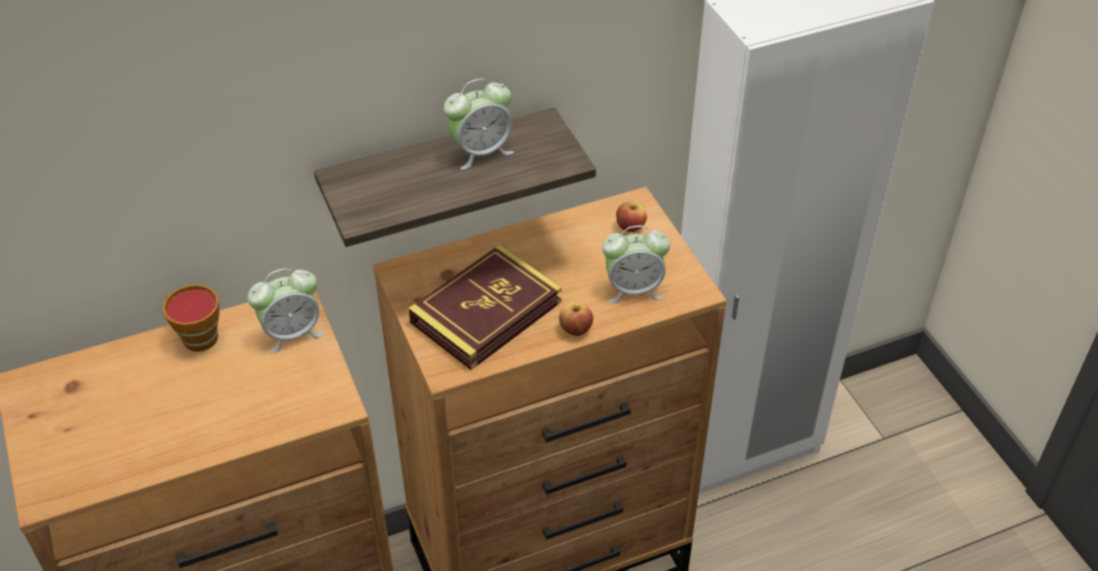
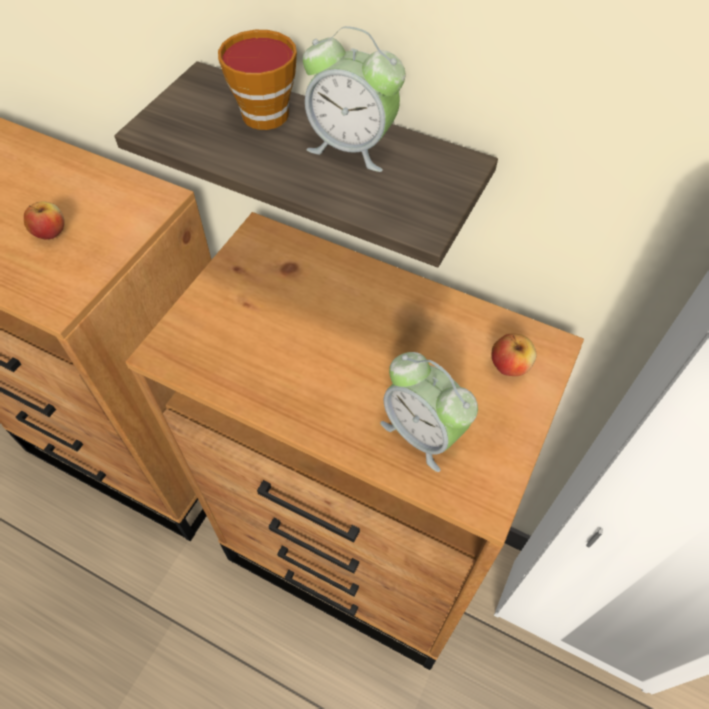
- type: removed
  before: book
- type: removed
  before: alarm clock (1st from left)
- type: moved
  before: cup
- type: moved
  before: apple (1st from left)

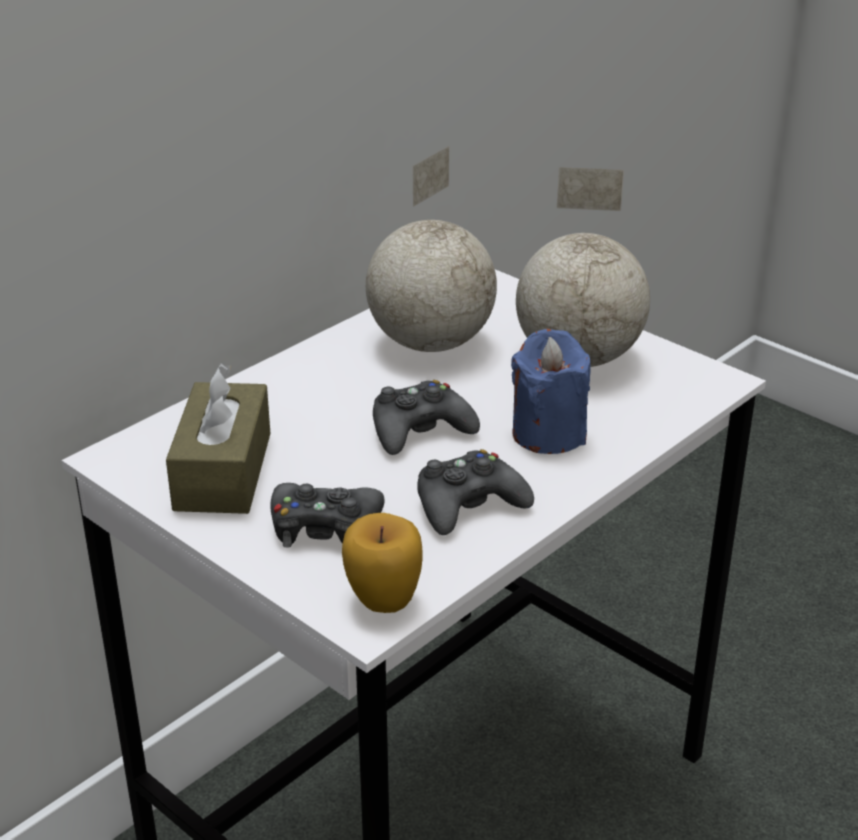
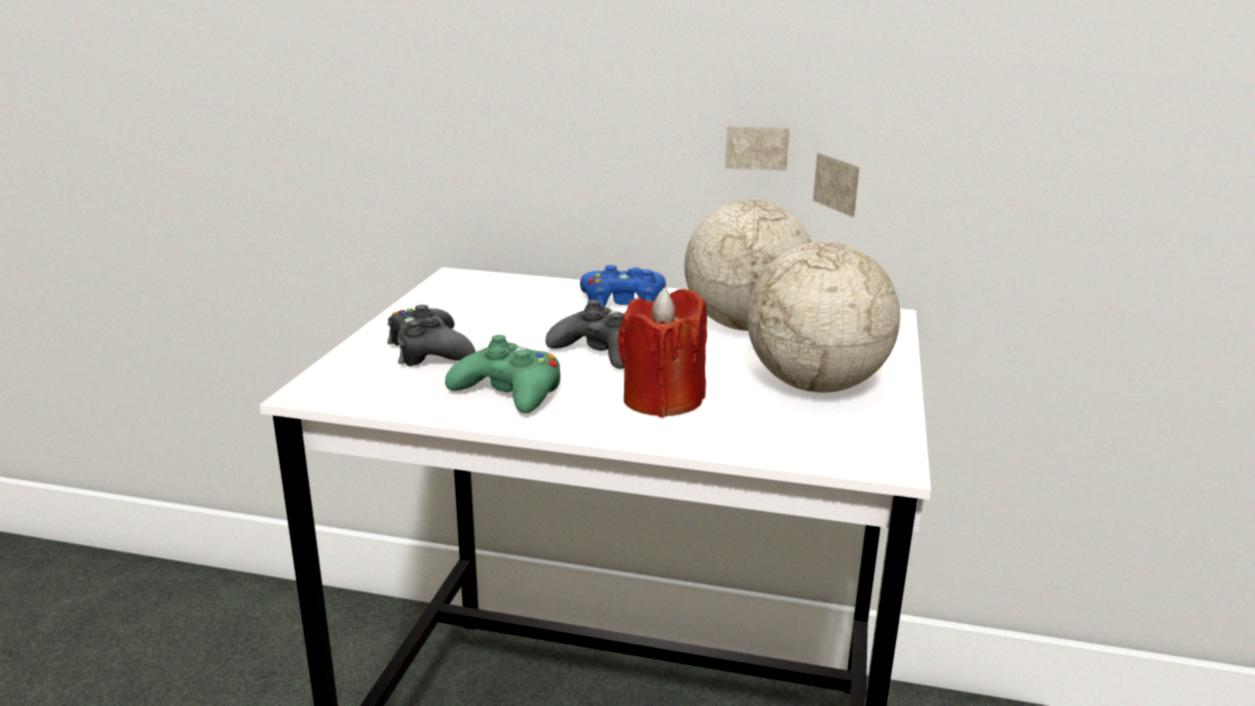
- type: recoloured
  before: blue candle
  after: red candle
- type: removed
  before: brown tissue box
- type: recoloured
  before: black game controller (3rd from left)
  after: green game controller
- type: removed
  before: apple
- type: added
  after: blue game controller

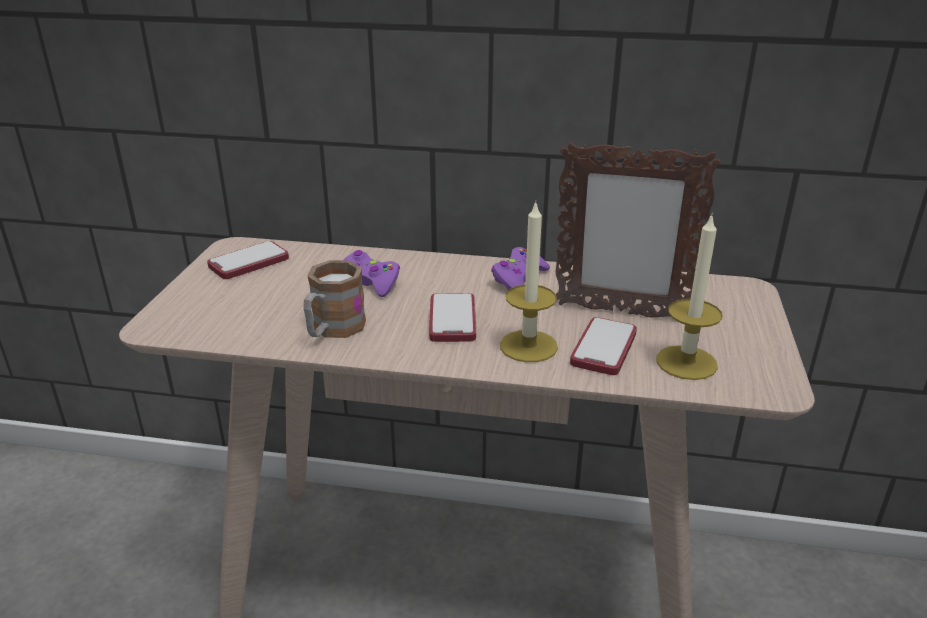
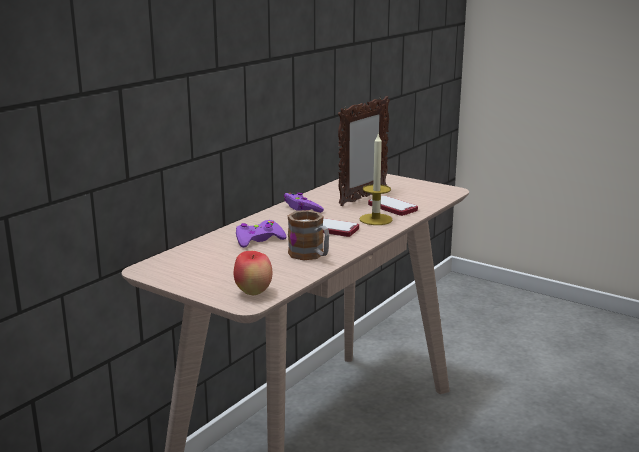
- type: removed
  before: candle (2nd from left)
- type: removed
  before: phone (1st from left)
- type: added
  after: apple

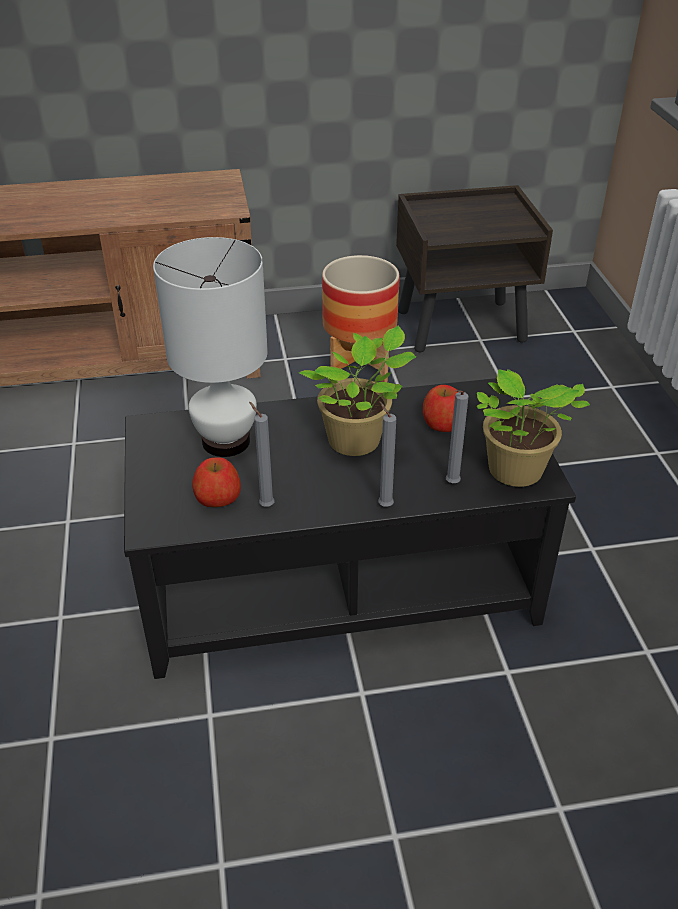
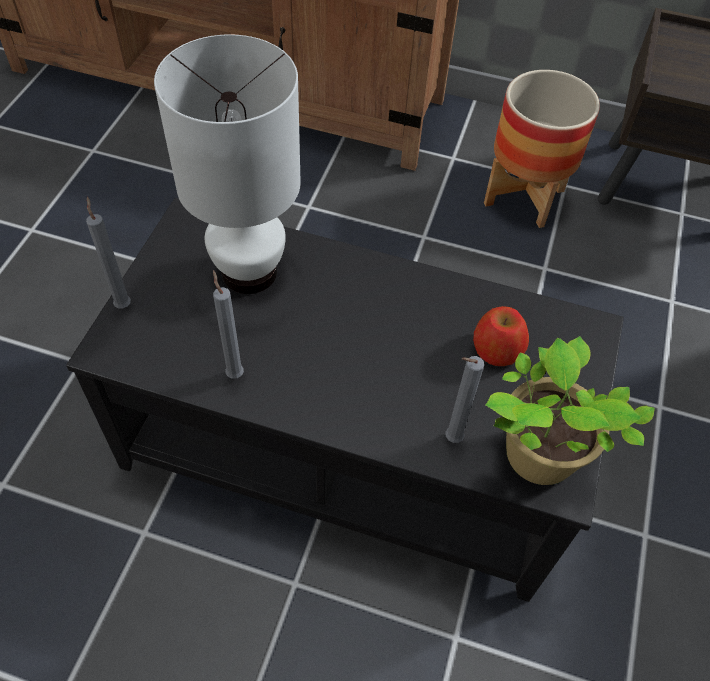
- type: removed
  before: potted plant (1st from left)
- type: moved
  before: grey candle (2nd from left in the first image)
  after: grey candle (1st from left)
- type: removed
  before: apple (1st from left)

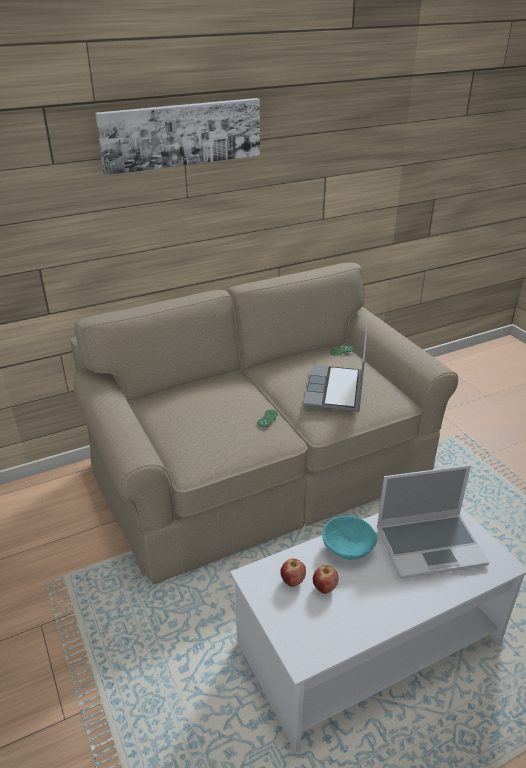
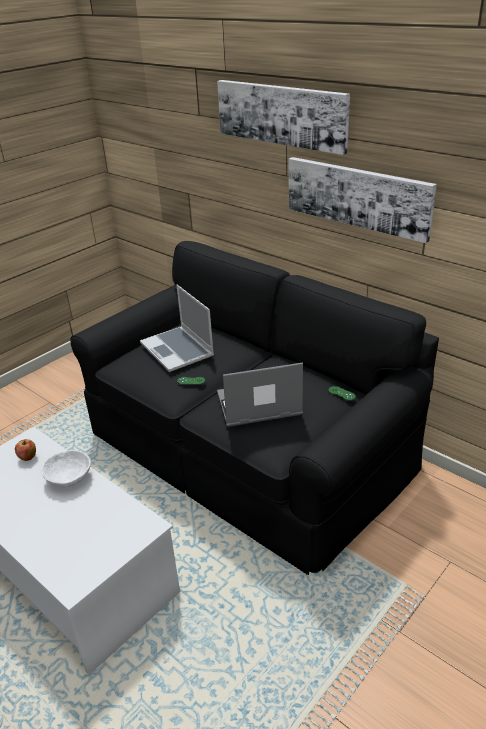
- type: recoloured
  before: beige sofa
  after: black sofa
- type: moved
  before: laptop (2nd from left in the first image)
  after: laptop (1st from left)
- type: recoloured
  before: turquoise bowl
  after: white bowl
- type: removed
  before: apple (2nd from left)
- type: added
  after: picture (2nd from left)

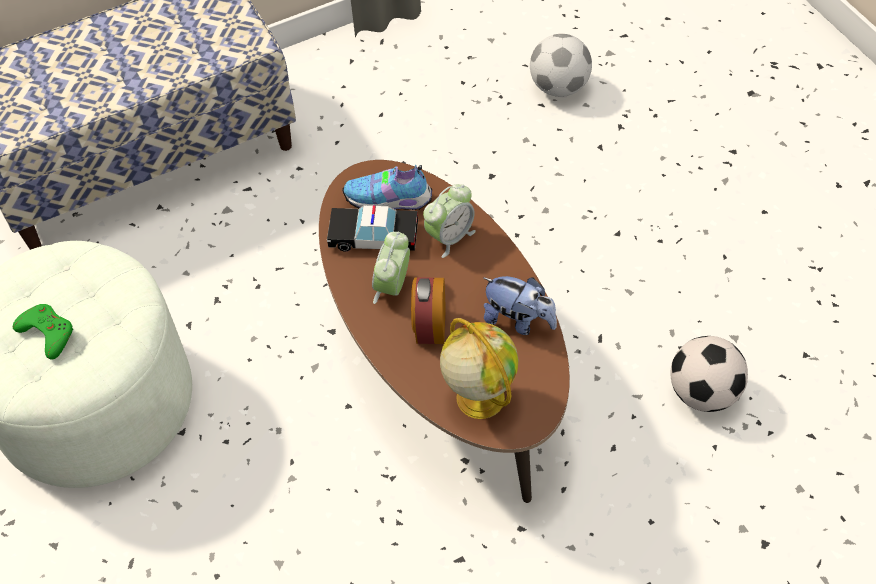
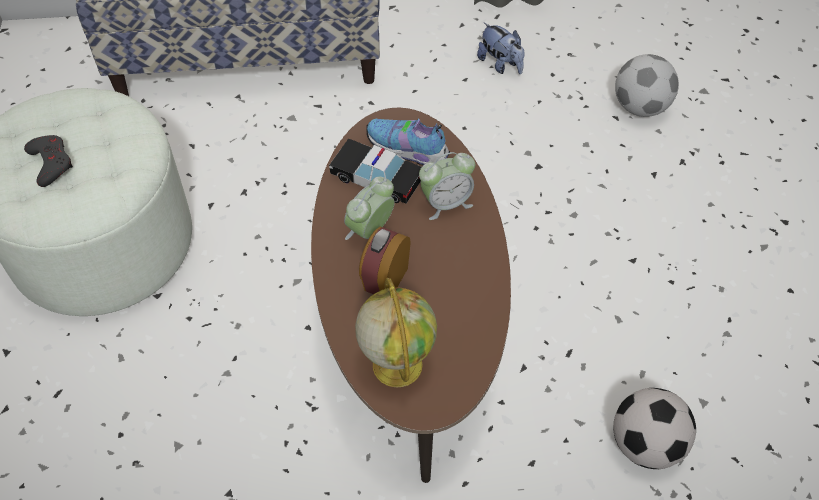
- type: moved
  before: plush toy
- type: recoloured
  before: green game controller
  after: grey game controller

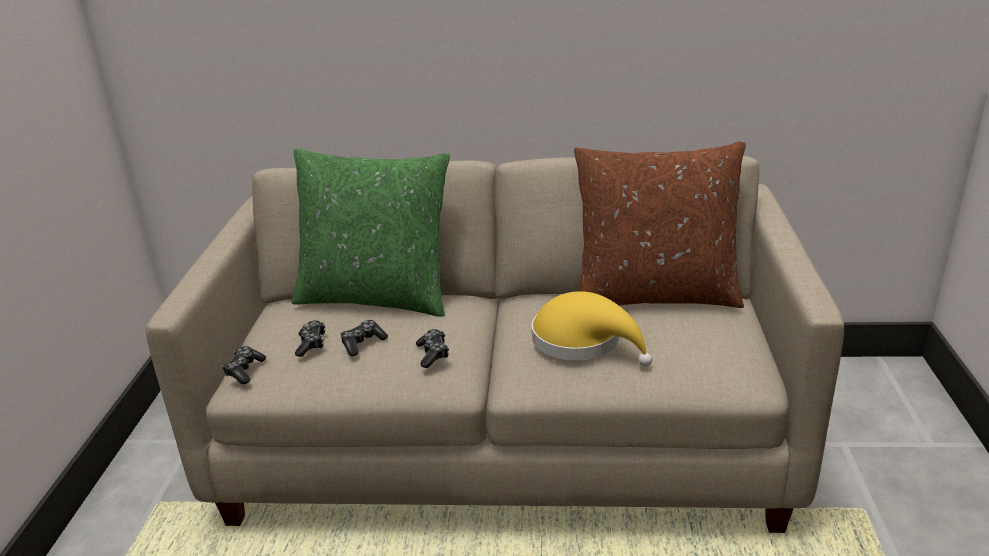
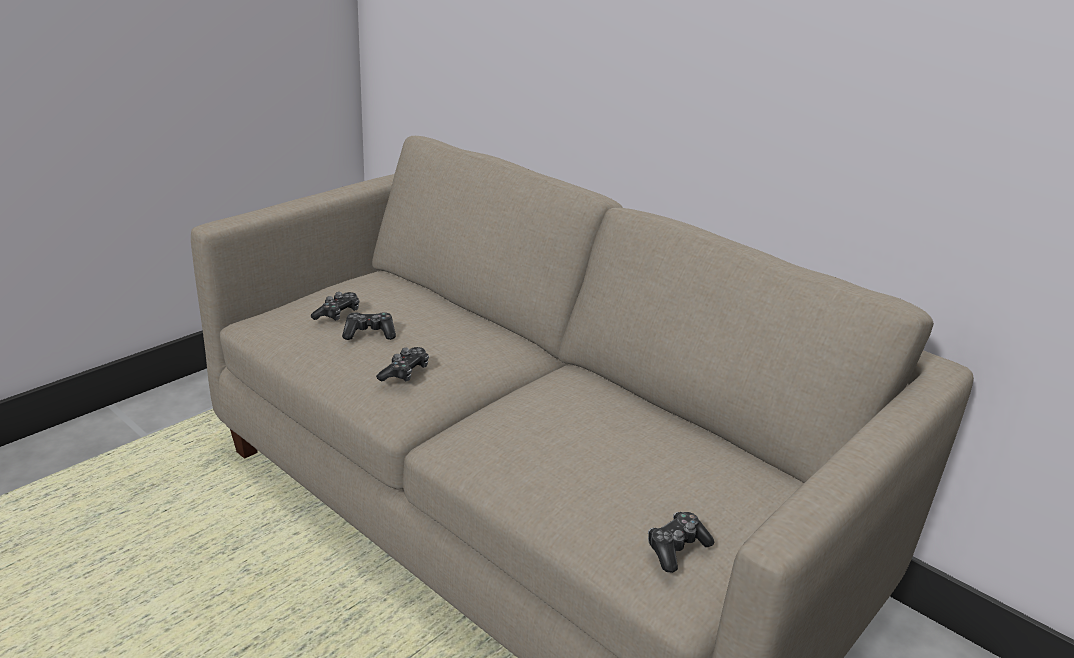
- type: removed
  before: brown pillow
- type: removed
  before: green pillow
- type: removed
  before: yellow hat
- type: moved
  before: game controller (1st from left in the first image)
  after: game controller (4th from left)

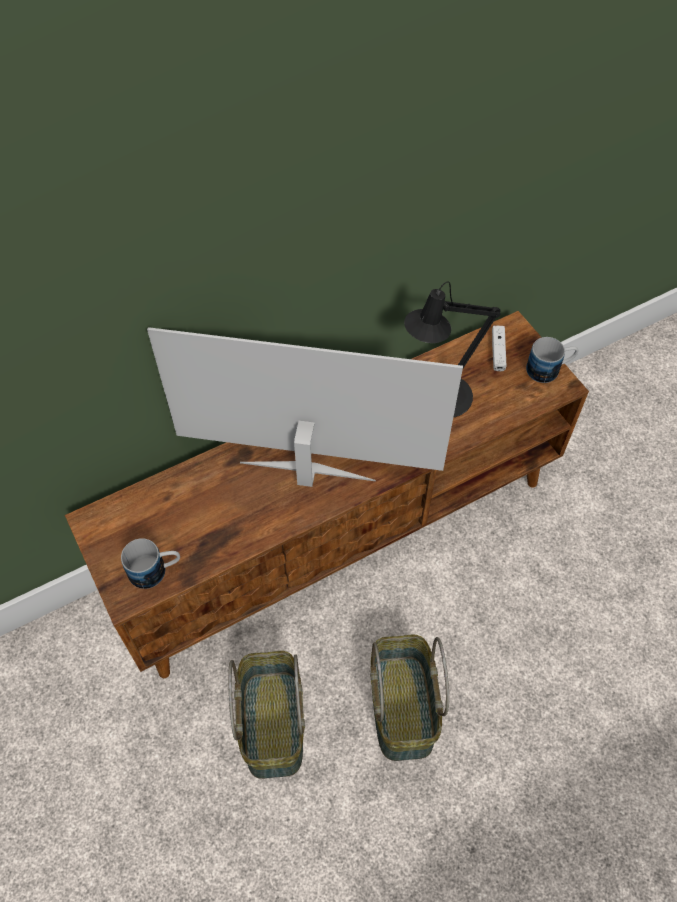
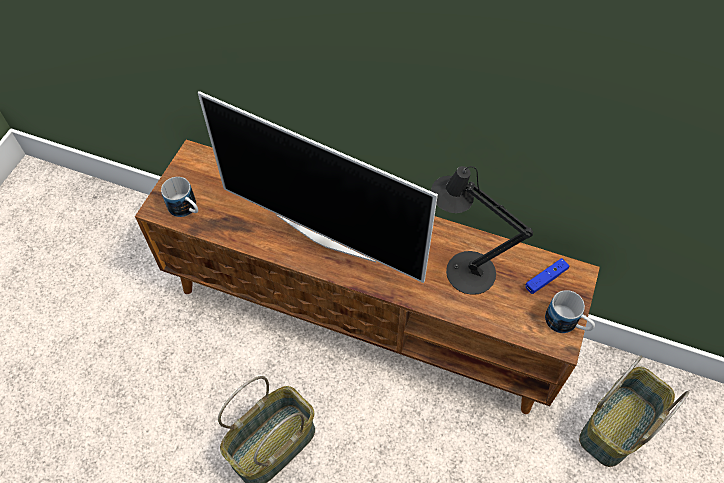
- type: recoloured
  before: white game controller
  after: blue game controller
- type: turned
  before: television
  turn: 150
- type: moved
  before: basket (1st from left in the first image)
  after: basket (2nd from left)

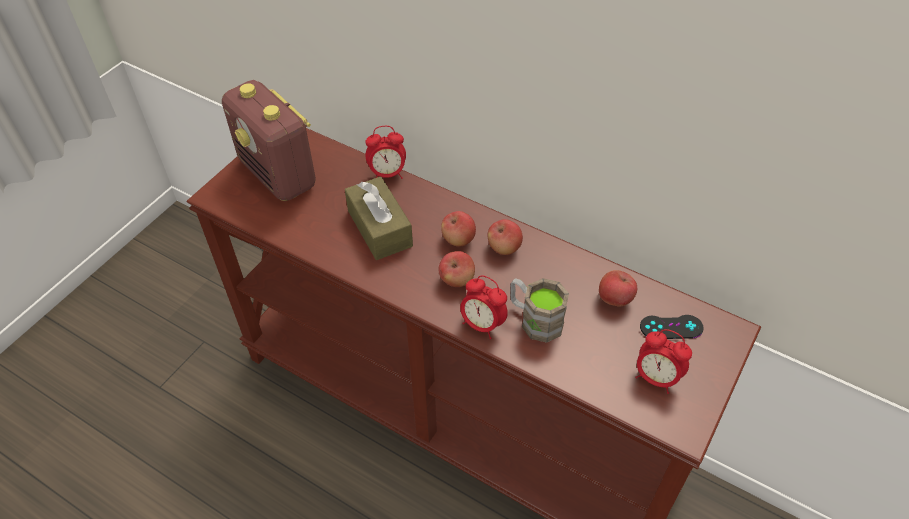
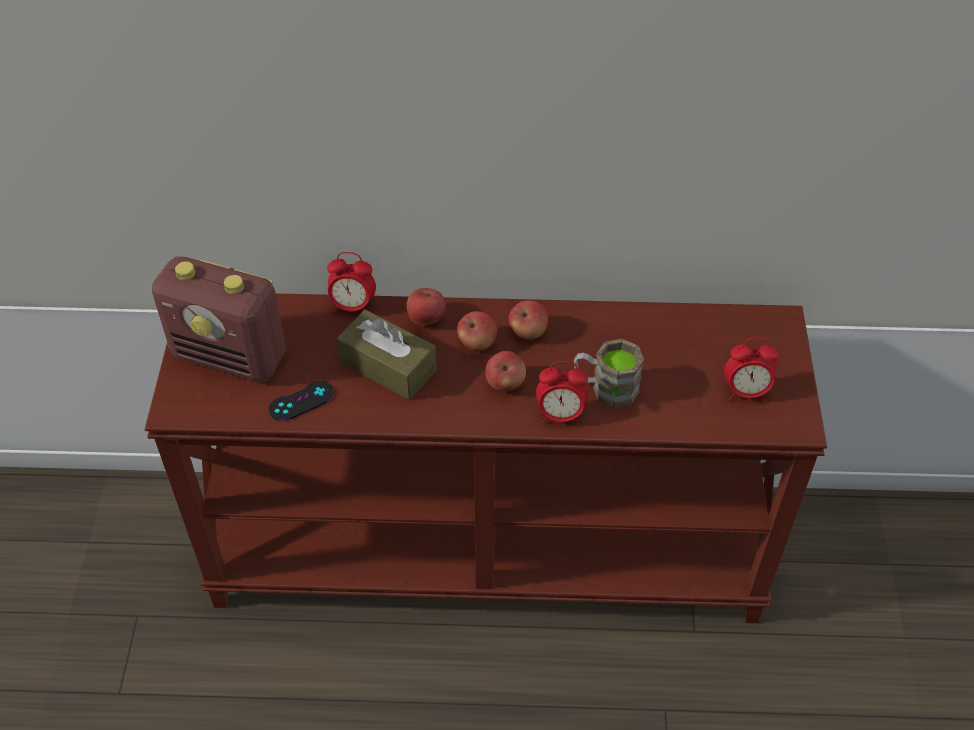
- type: turned
  before: alarm clock (1st from left)
  turn: 45
- type: moved
  before: apple (4th from left in the first image)
  after: apple (1st from left)
- type: moved
  before: black game controller

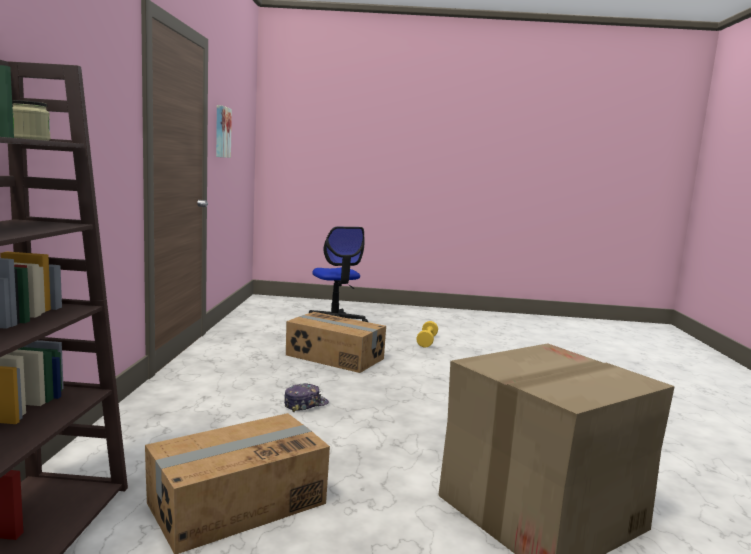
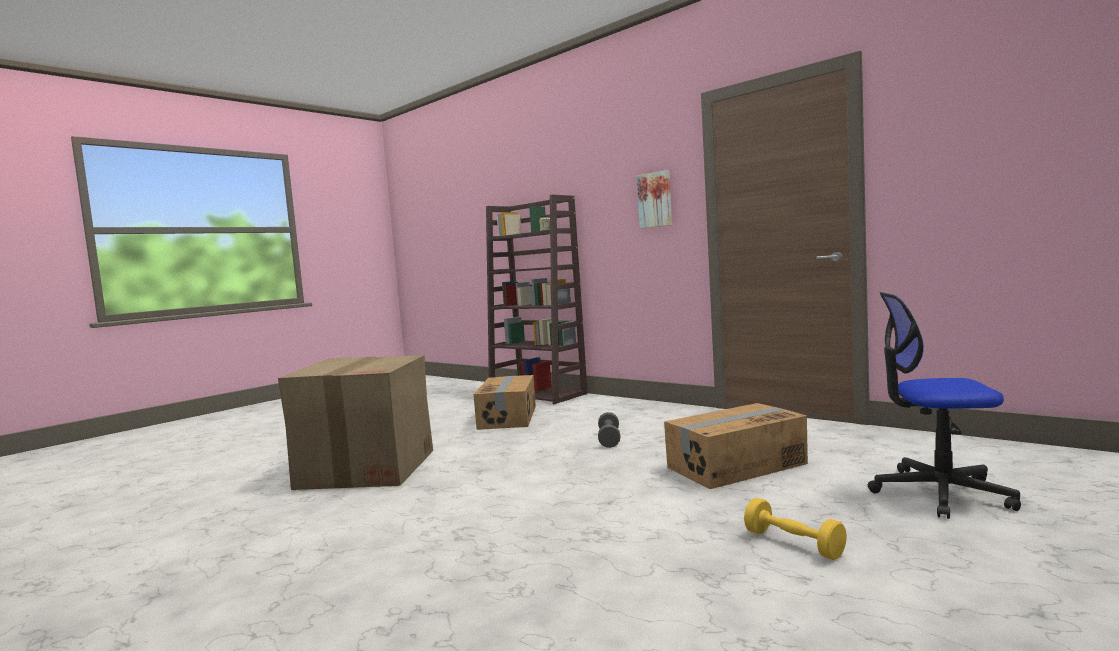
- type: moved
  before: picture
- type: replaced
  before: cap
  after: grey dumbbell

